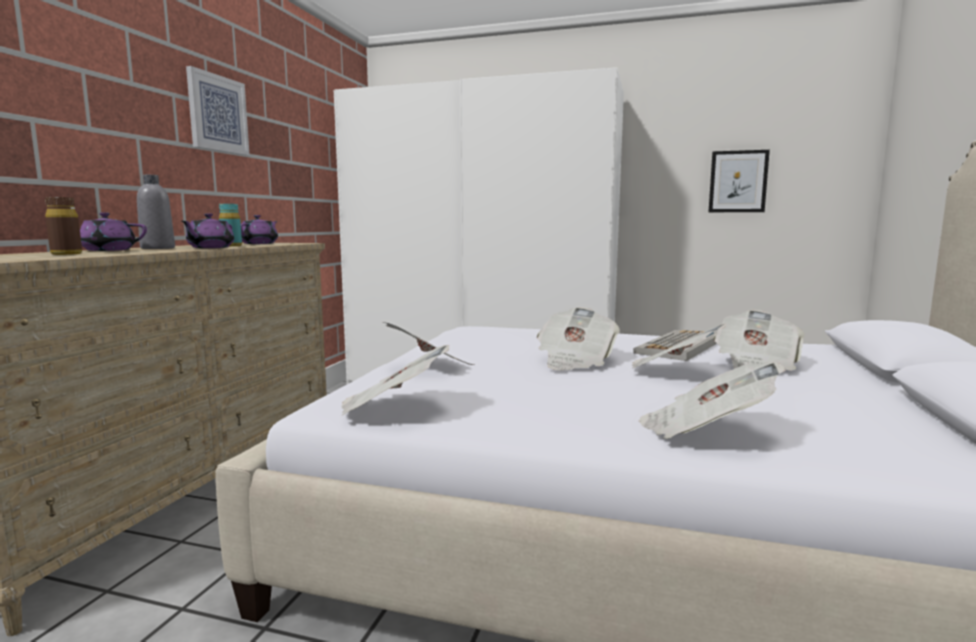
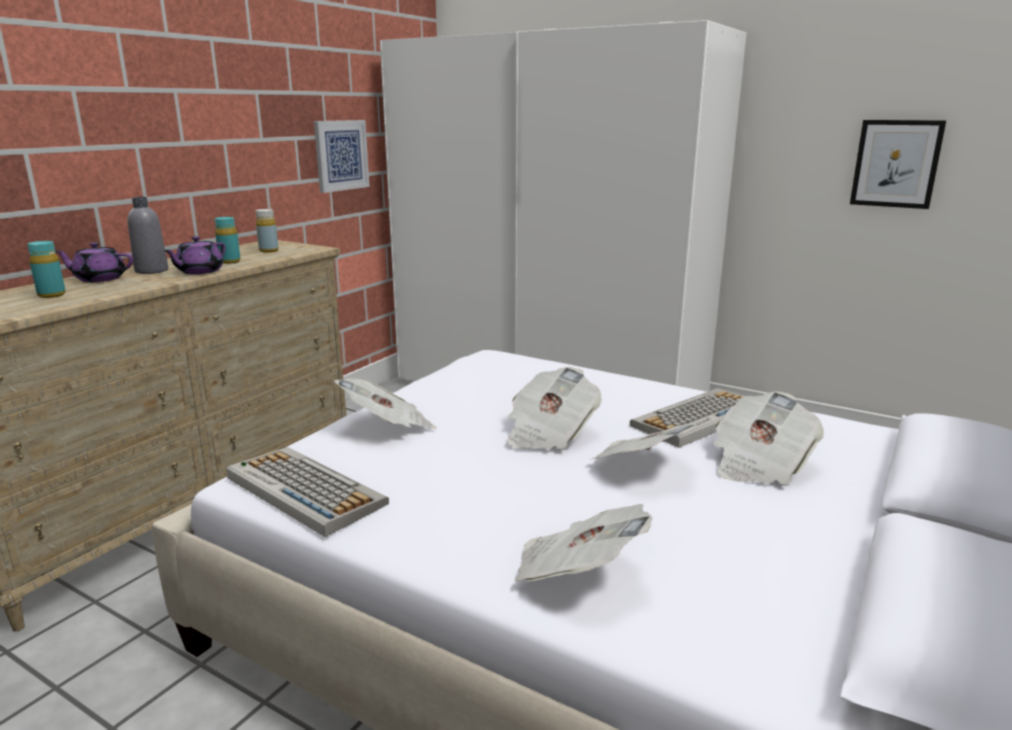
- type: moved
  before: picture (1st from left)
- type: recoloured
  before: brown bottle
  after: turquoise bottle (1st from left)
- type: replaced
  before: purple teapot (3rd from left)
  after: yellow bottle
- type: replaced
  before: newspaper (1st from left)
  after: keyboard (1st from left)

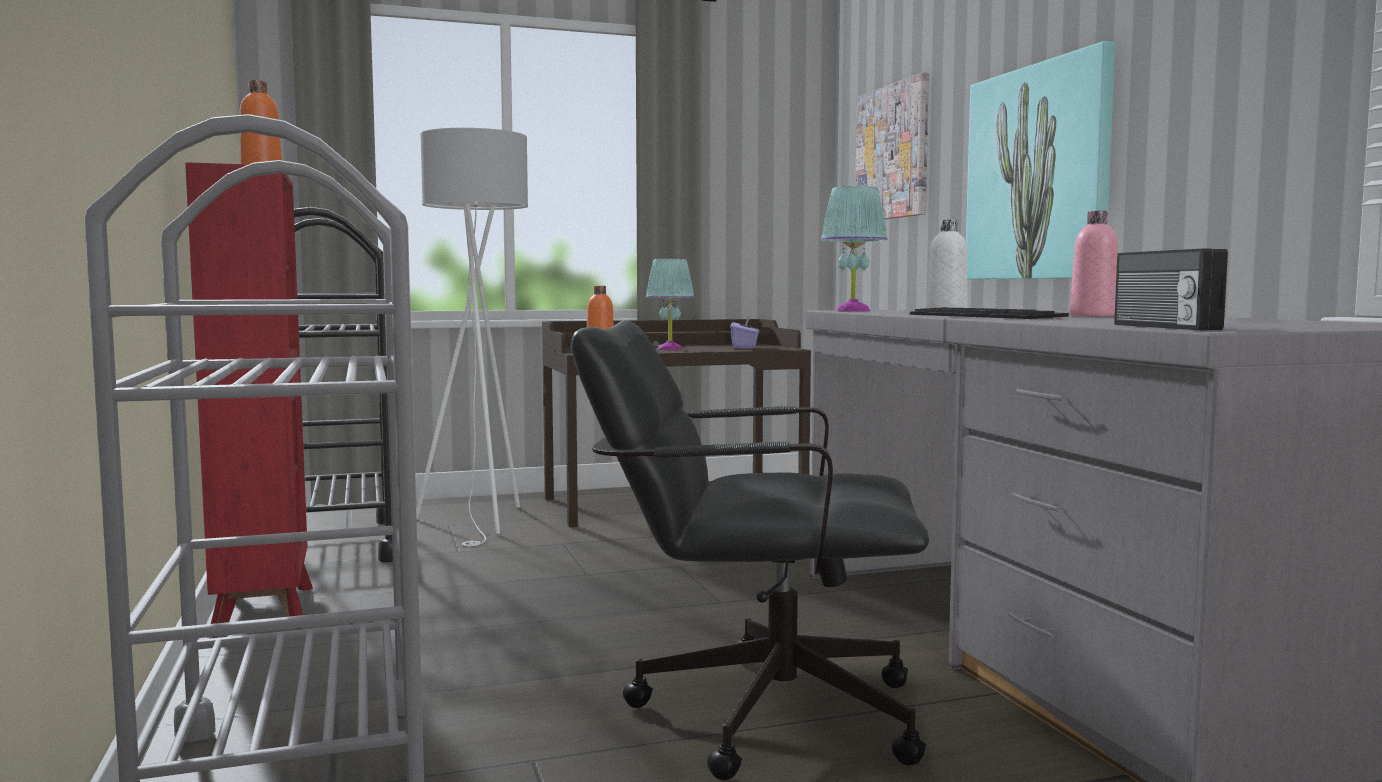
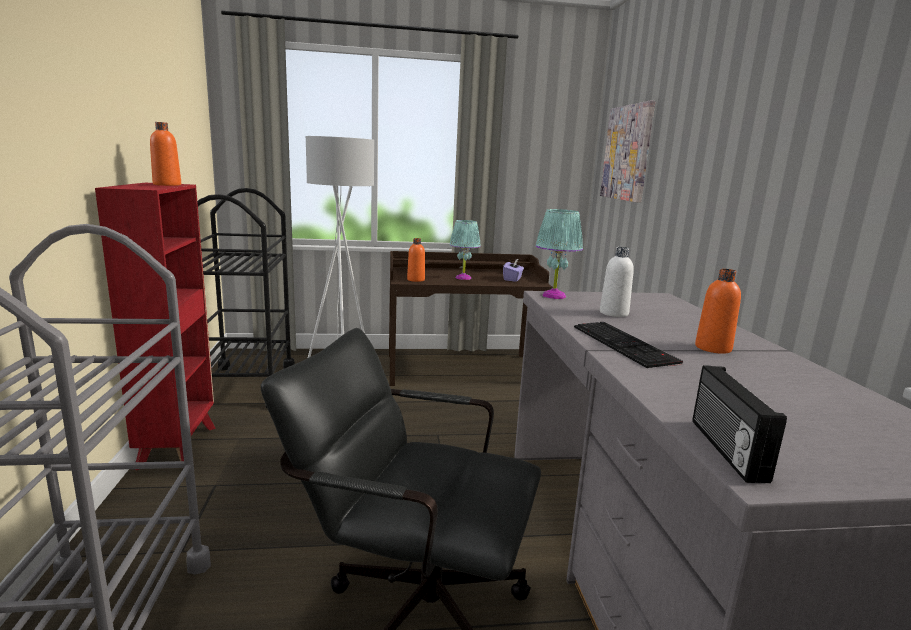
- type: removed
  before: picture (2nd from left)
- type: recoloured
  before: pink bottle
  after: orange bottle (3rd from left)

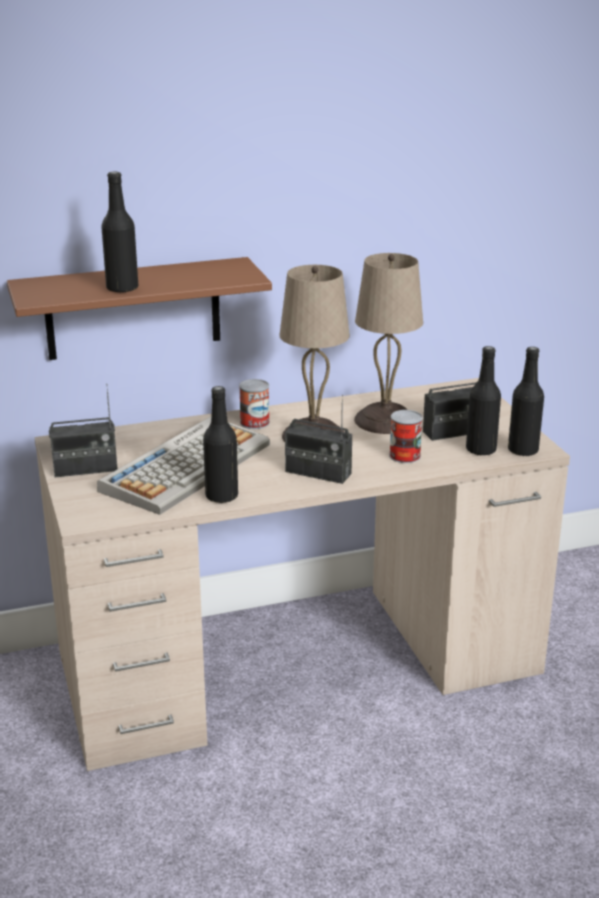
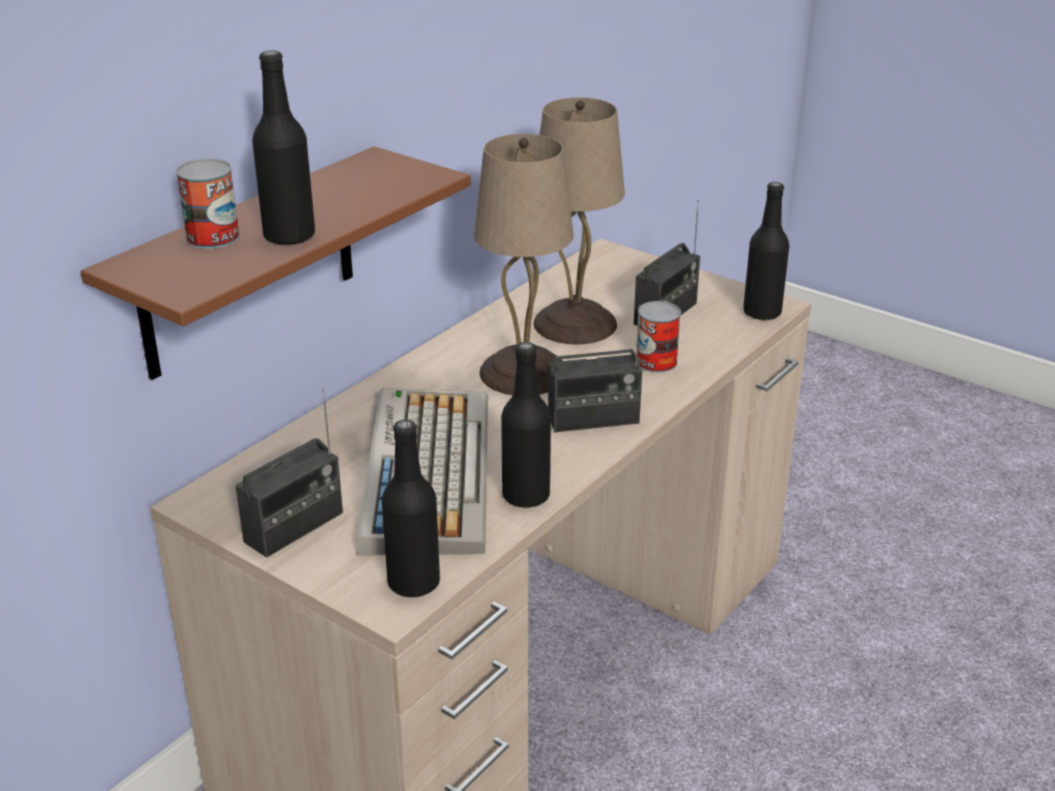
- type: moved
  before: black bottle (3rd from left in the first image)
  after: black bottle (2nd from left)
- type: moved
  before: can (1st from left)

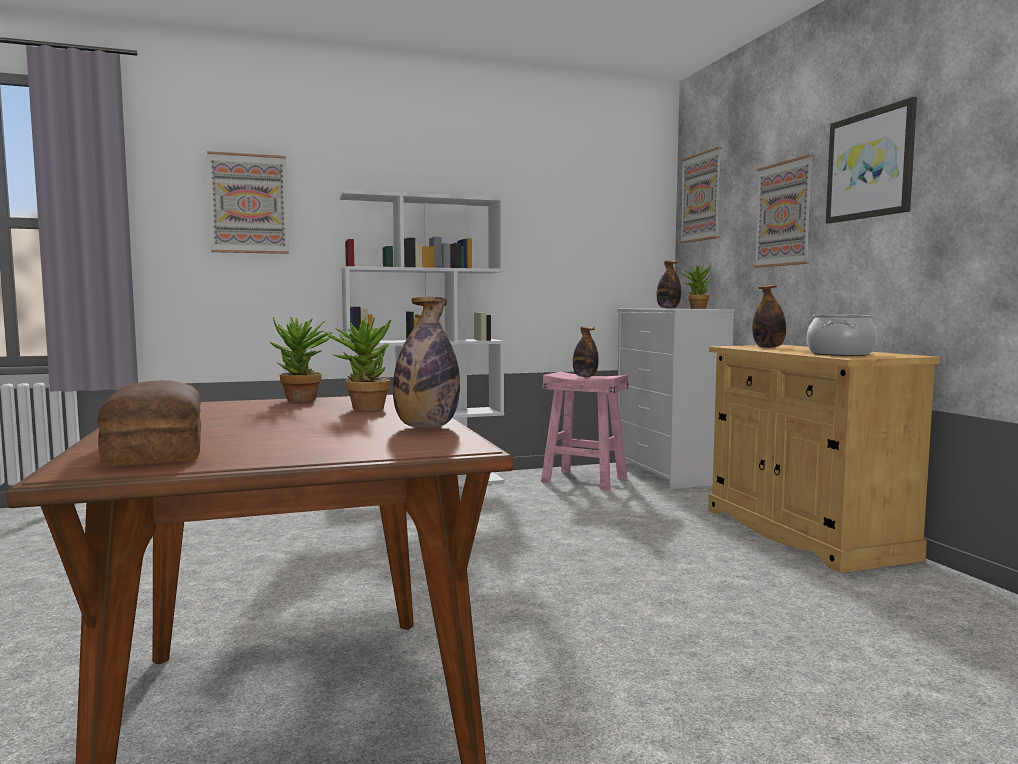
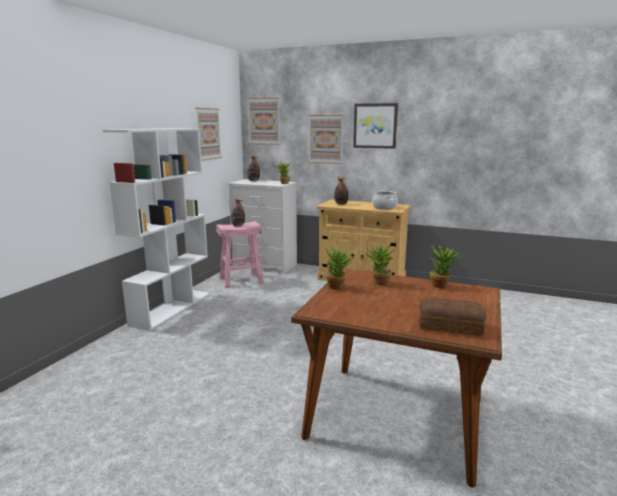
- type: moved
  before: picture (1st from left)
- type: replaced
  before: bottle (1st from left)
  after: potted plant (4th from left)

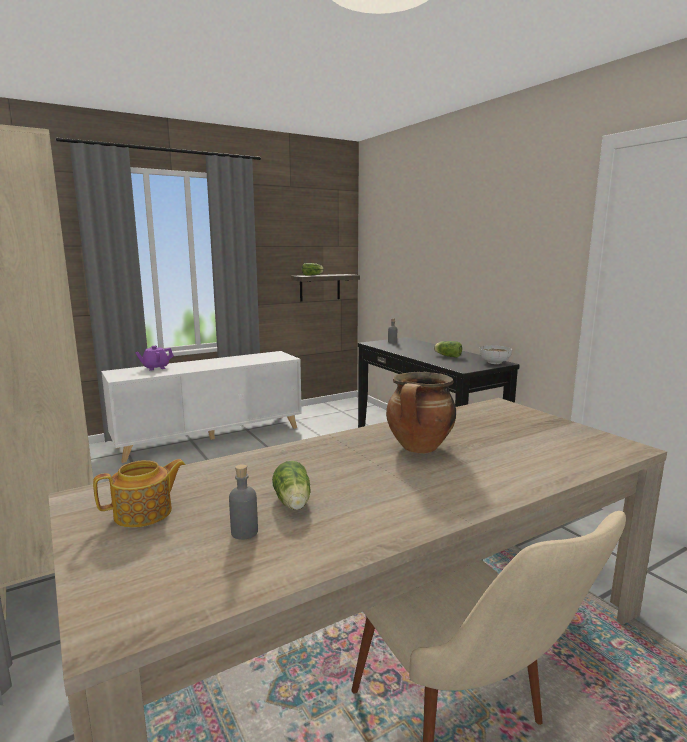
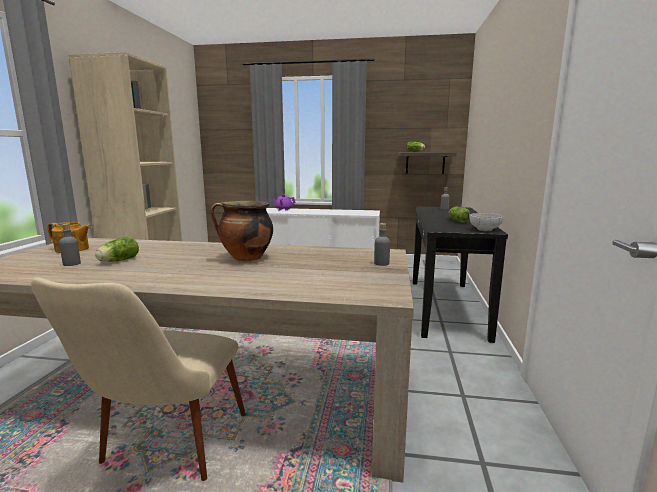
- type: added
  after: grey bottle (2nd from left)

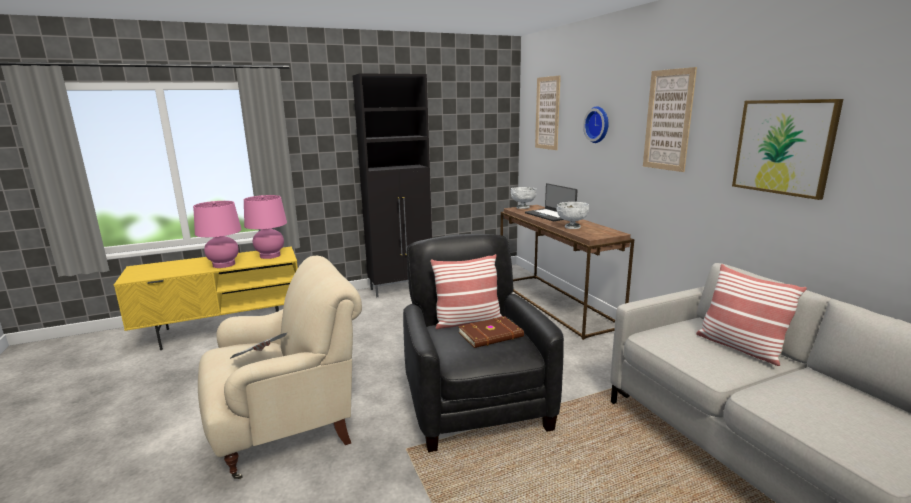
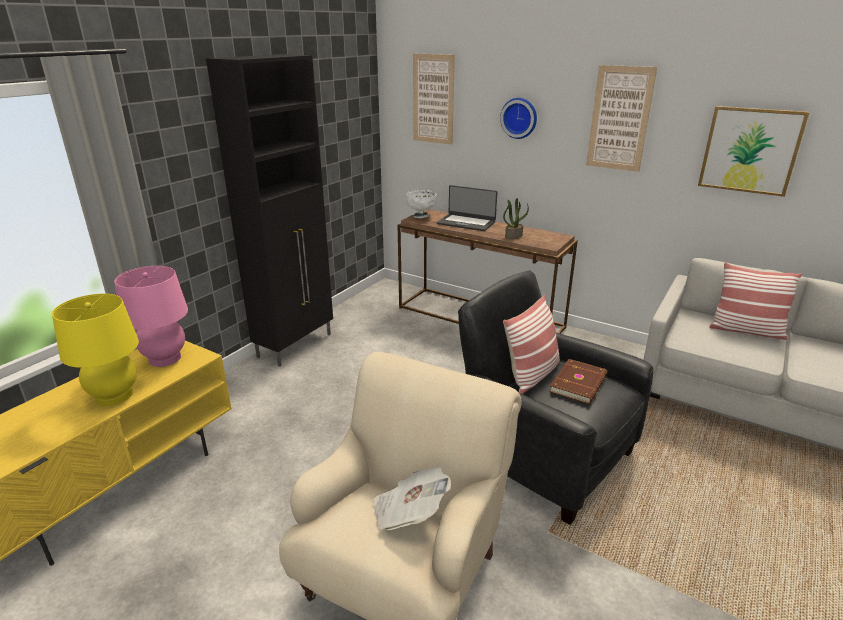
- type: recoloured
  before: pink table lamp (1st from left)
  after: yellow table lamp
- type: replaced
  before: white bowl (2nd from left)
  after: potted plant

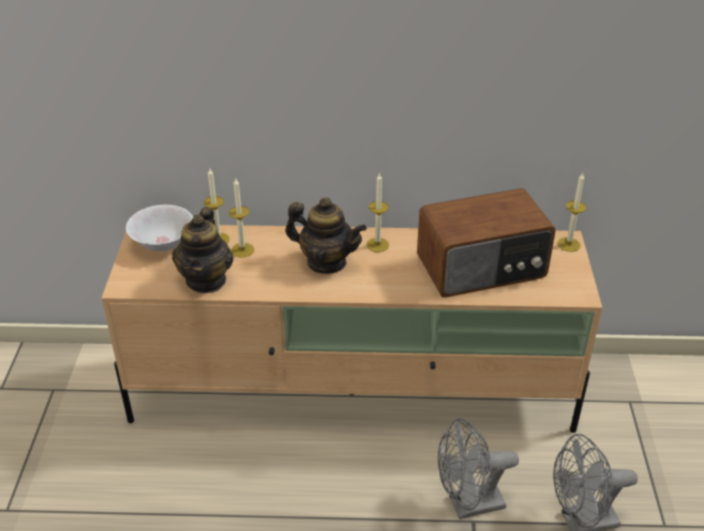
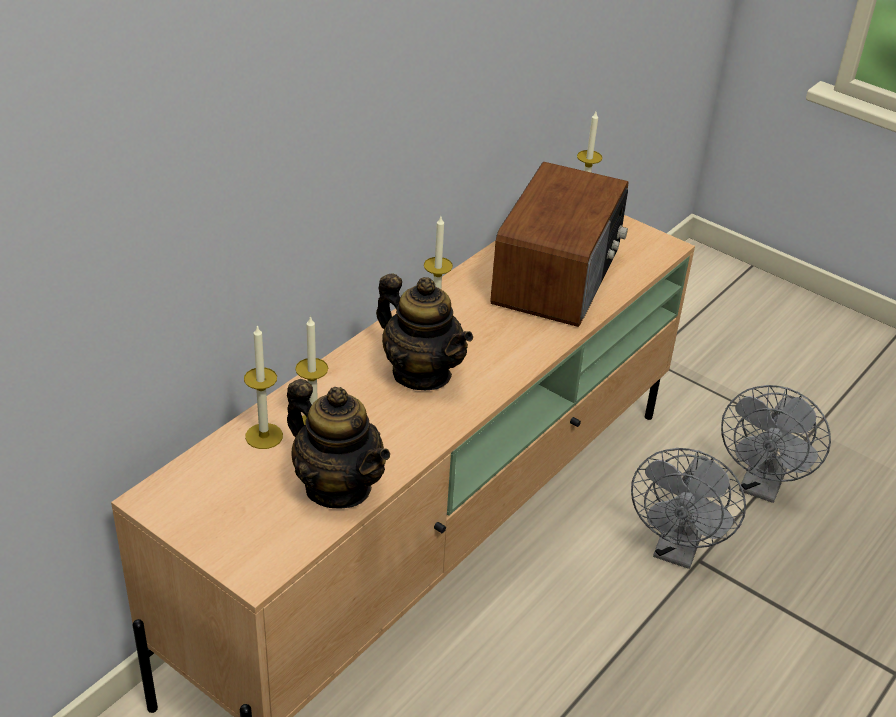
- type: turned
  before: teapot (2nd from left)
  turn: 75
- type: removed
  before: white bowl

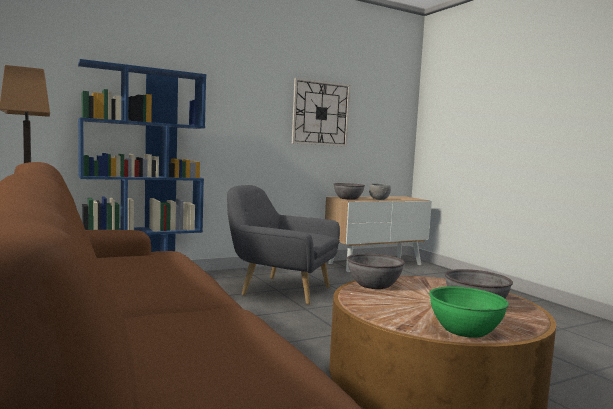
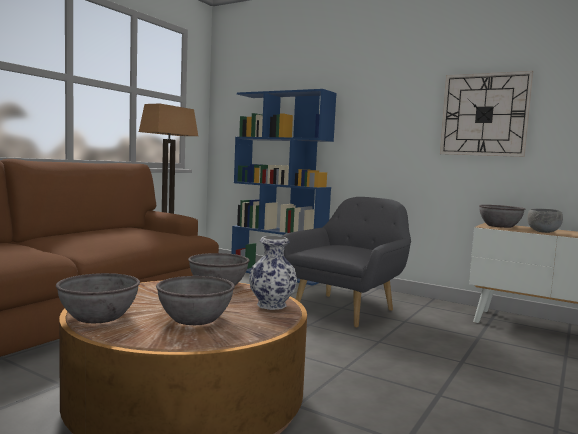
- type: turned
  before: grey armchair
  turn: 45
- type: recoloured
  before: green bowl
  after: grey bowl (1st from left)
- type: added
  after: vase

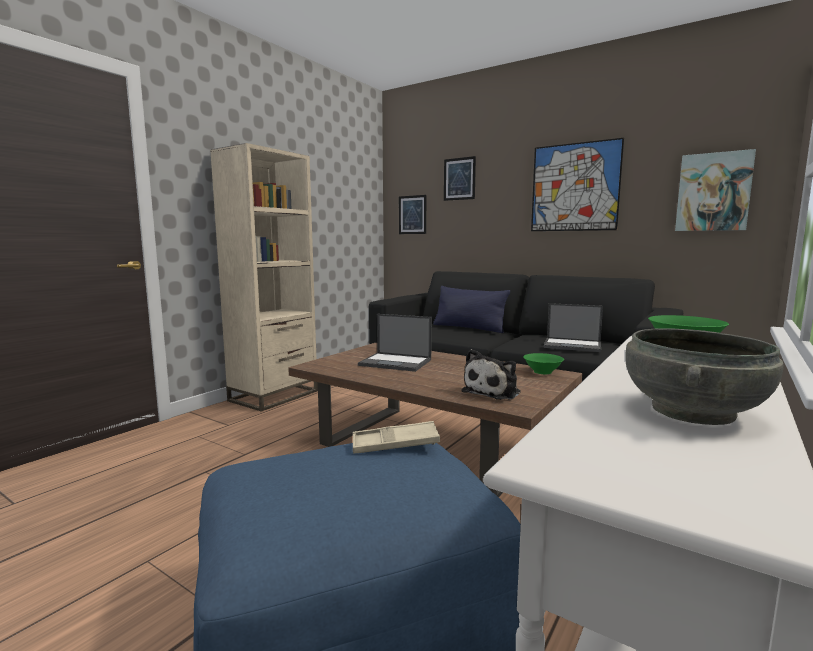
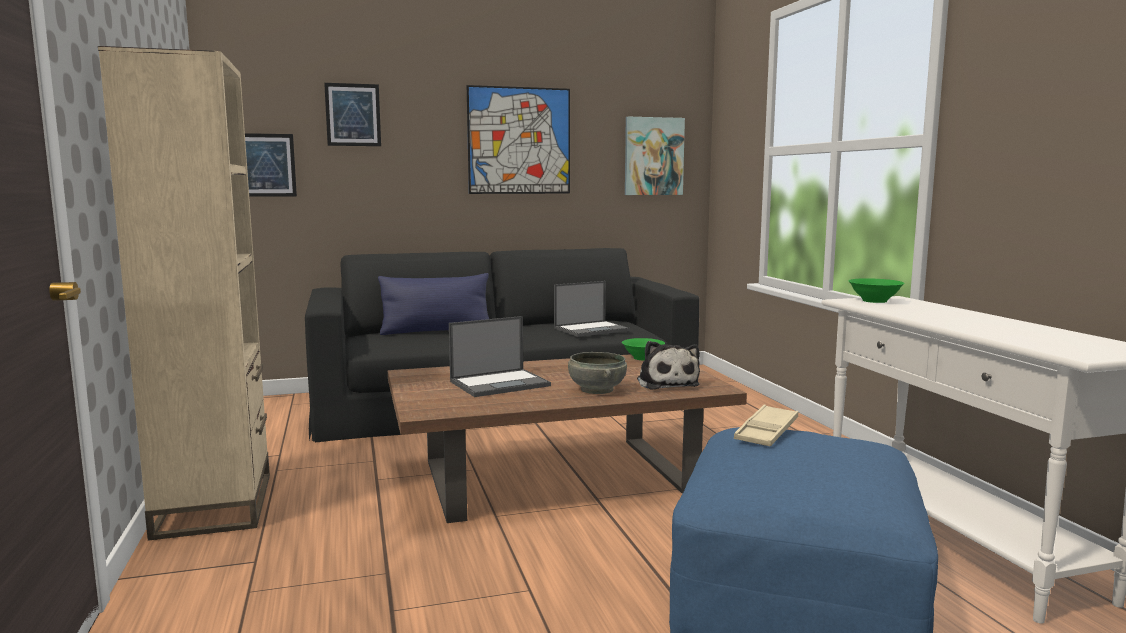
- type: moved
  before: grey bowl

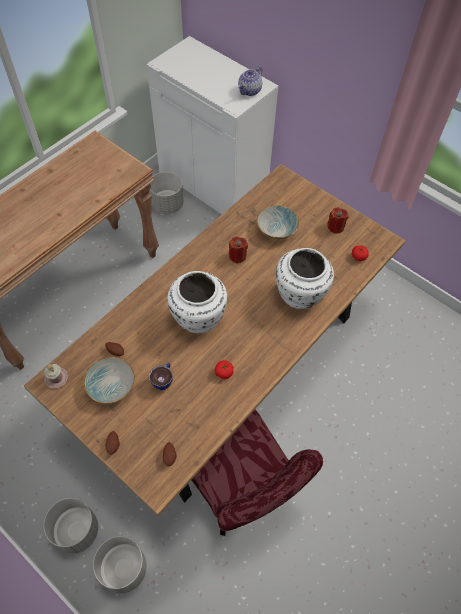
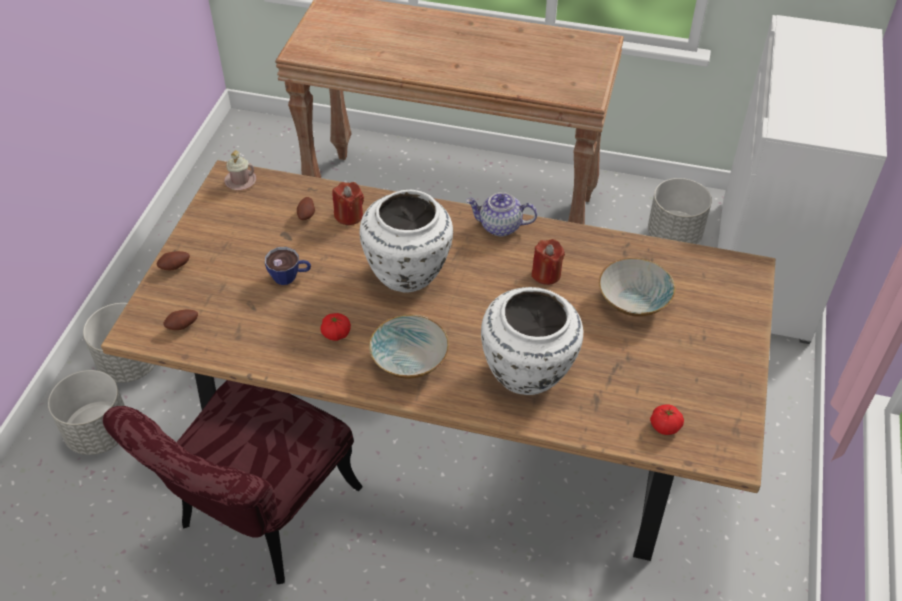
- type: moved
  before: teapot
- type: moved
  before: red candle (2nd from left in the first image)
  after: red candle (1st from left)
- type: moved
  before: bowl (1st from left)

